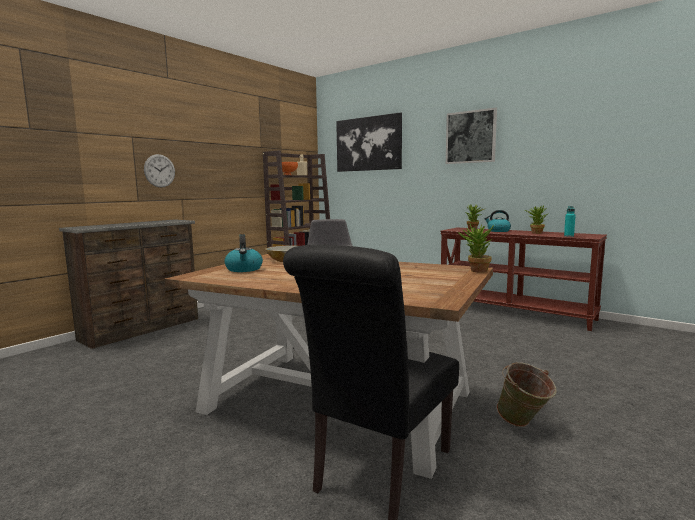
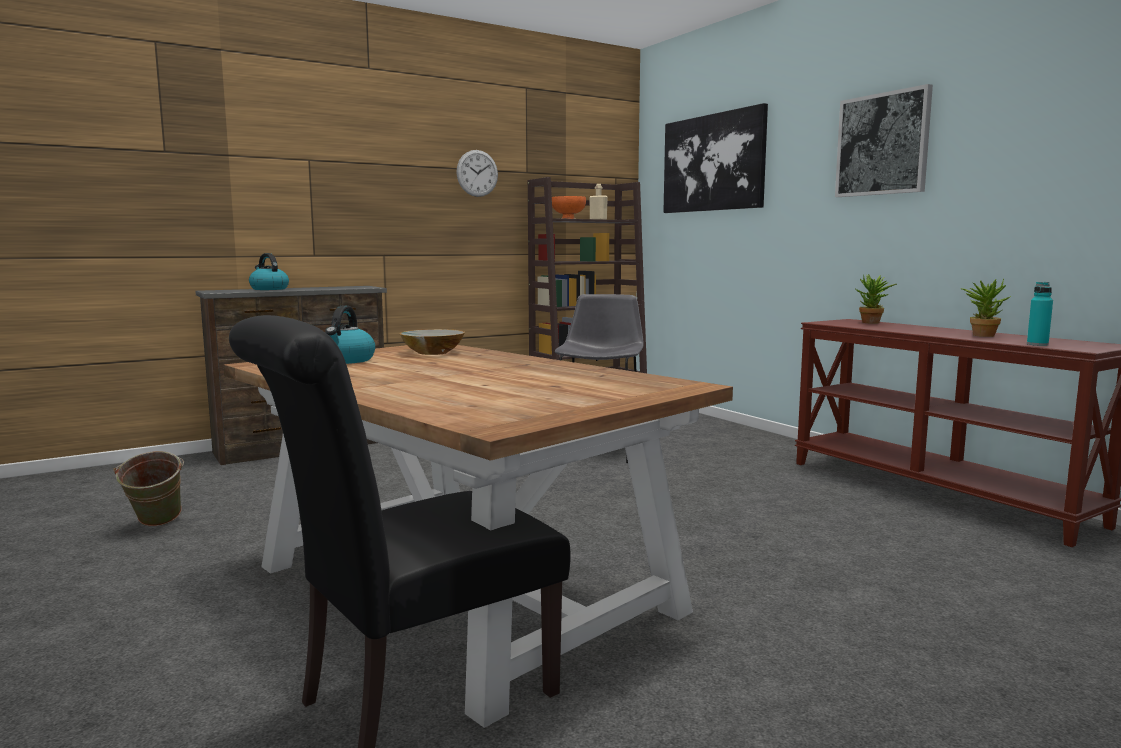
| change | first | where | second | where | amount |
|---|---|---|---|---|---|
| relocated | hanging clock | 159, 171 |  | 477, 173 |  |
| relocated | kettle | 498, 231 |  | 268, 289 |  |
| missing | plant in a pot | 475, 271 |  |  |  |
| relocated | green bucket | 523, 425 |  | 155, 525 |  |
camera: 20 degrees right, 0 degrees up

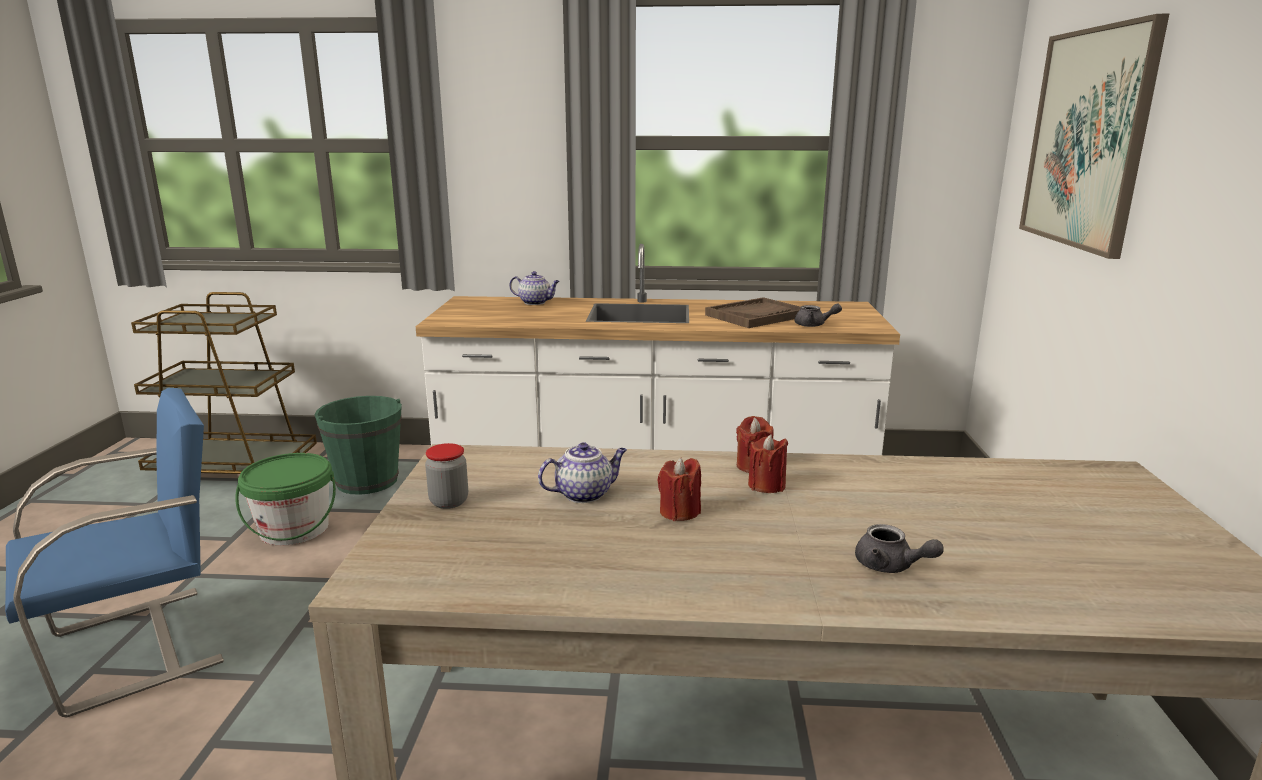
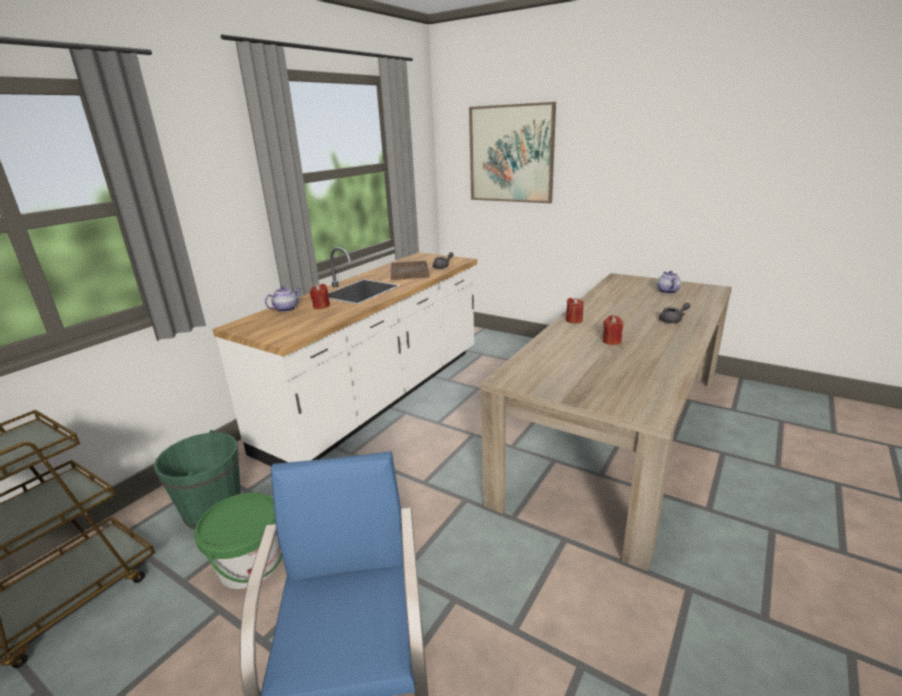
| change | first | where | second | where | amount |
|---|---|---|---|---|---|
| relocated | red candle | 766, 485 |  | 321, 306 |  |
| relocated | tea pot | 585, 494 |  | 667, 291 |  |
| missing | storage jar | 449, 502 |  |  |  |
camera: 60 degrees left, 5 degrees up

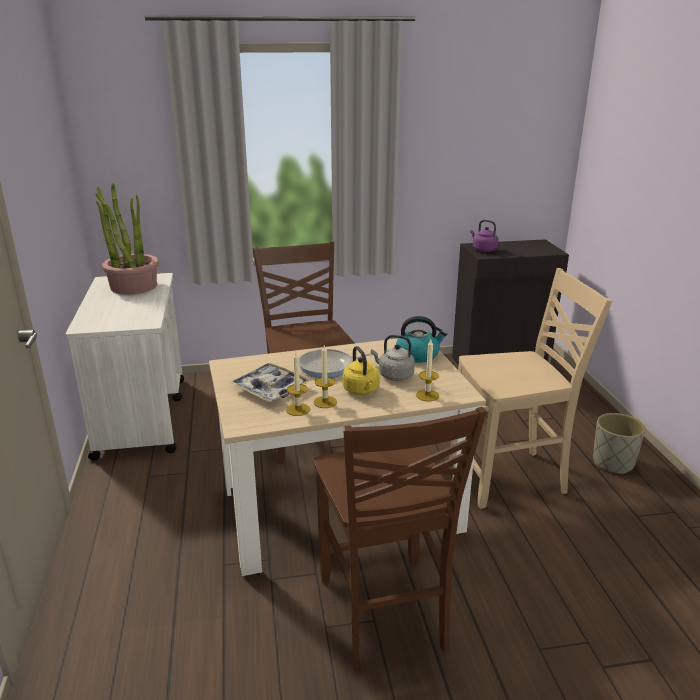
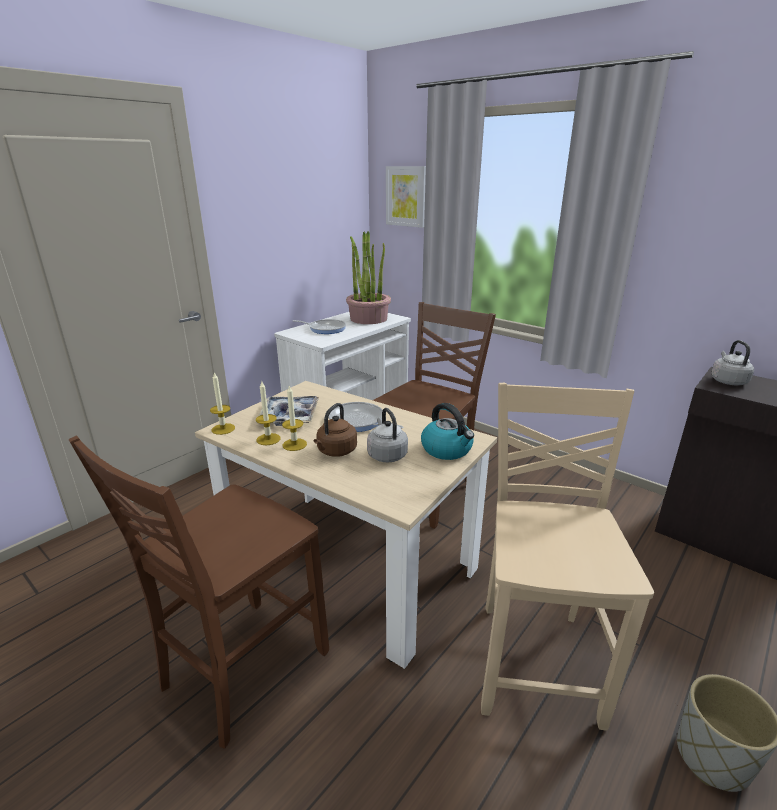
| change | first | where | second | where | amount |
|---|---|---|---|---|---|
| colour | purplish kettle | 483, 250 | gray kettle | 727, 381 |  |
| spun | beige-coloured chair | 510, 478 |  | 536, 659 | 120 degrees counterclockwise |
| relocated | candle | 427, 395 |  | 223, 429 |  |
| colour | yellow-coloured kettle | 361, 391 | brown kettle | 335, 451 |  |
| appeared |  |  | wall picture | 406, 196 |  |
| appeared |  |  | skillet | 325, 329 |  |
camera: 50 degrees right, 0 degrees up

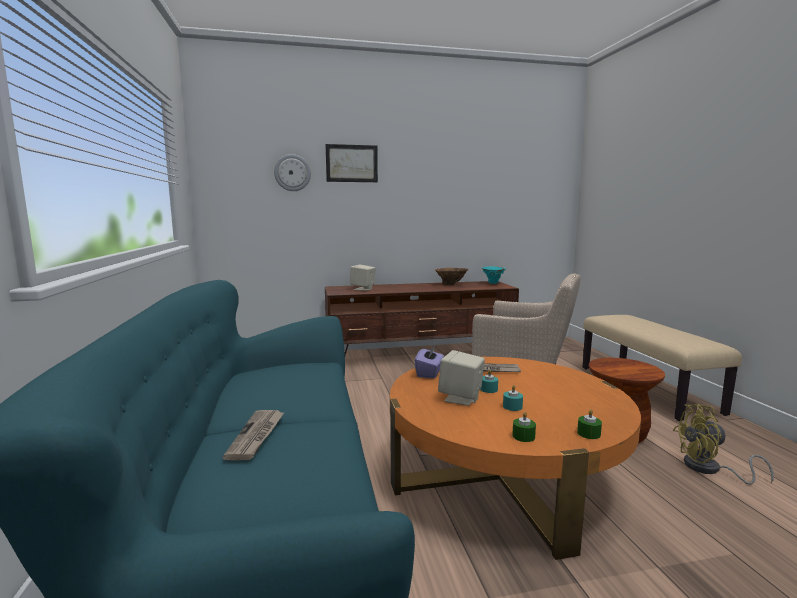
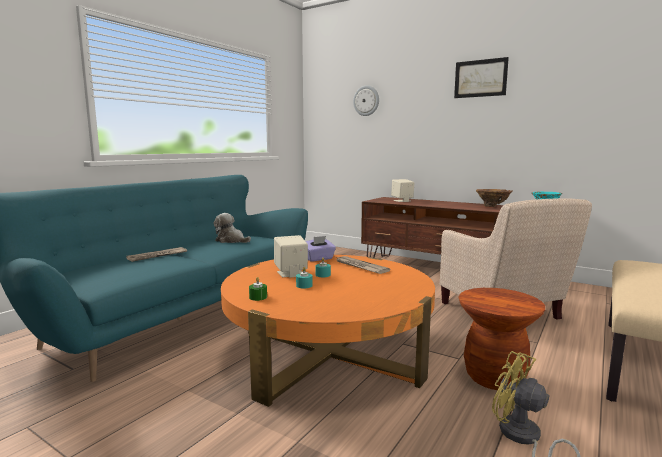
| change | first | where | second | where | amount |
|---|---|---|---|---|---|
| relocated | wall picture | 351, 163 |  | 480, 78 |  |
| missing | green candle | 588, 433 |  |  |  |
| appeared |  |  | soft toy | 231, 241 |  |
camera: 45 degrees right, 0 degrees up

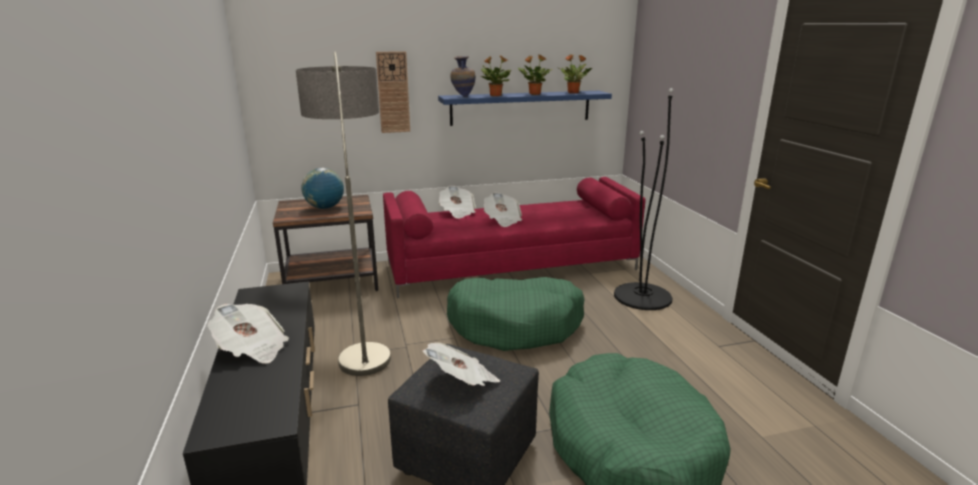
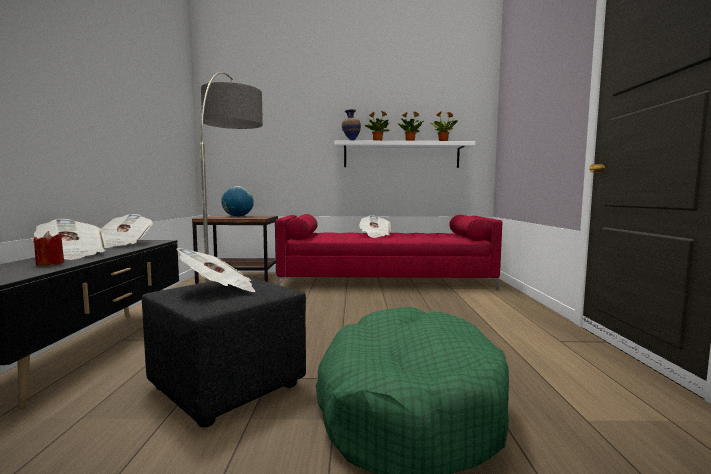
| change | first | where | second | where | amount |
|---|---|---|---|---|---|
| missing | hanging clock | 393, 92 |  |  |  |
| missing | black floor lamp | 642, 296 |  |  |  |
| colour | blue wall shelf | 521, 107 | white wall shelf | 401, 155 |  |
| relocated | daily paper | 457, 212 |  | 124, 244 |  |
| missing | green dog bed | 515, 325 |  |  |  |
| appeared |  |  | red candle | 50, 264 |  |
camera: 15 degrees right, 15 degrees down

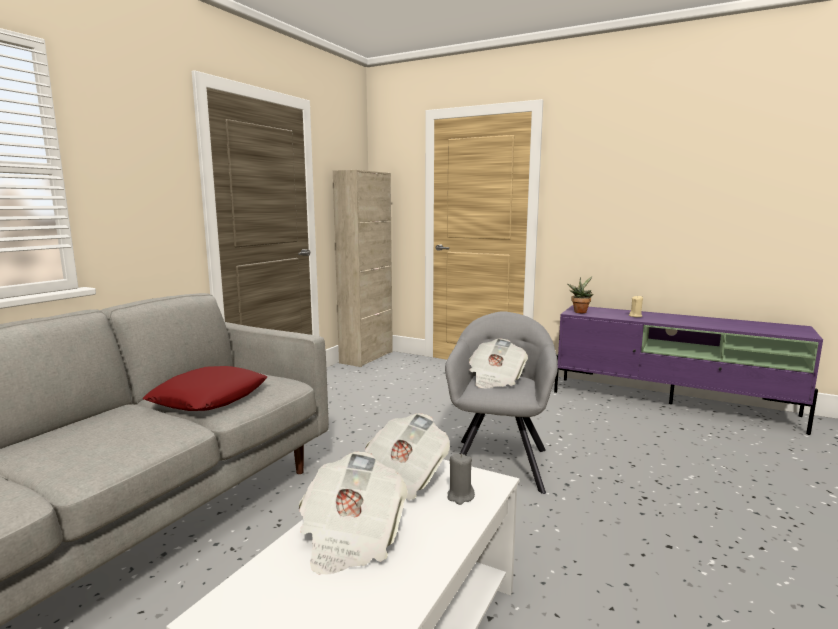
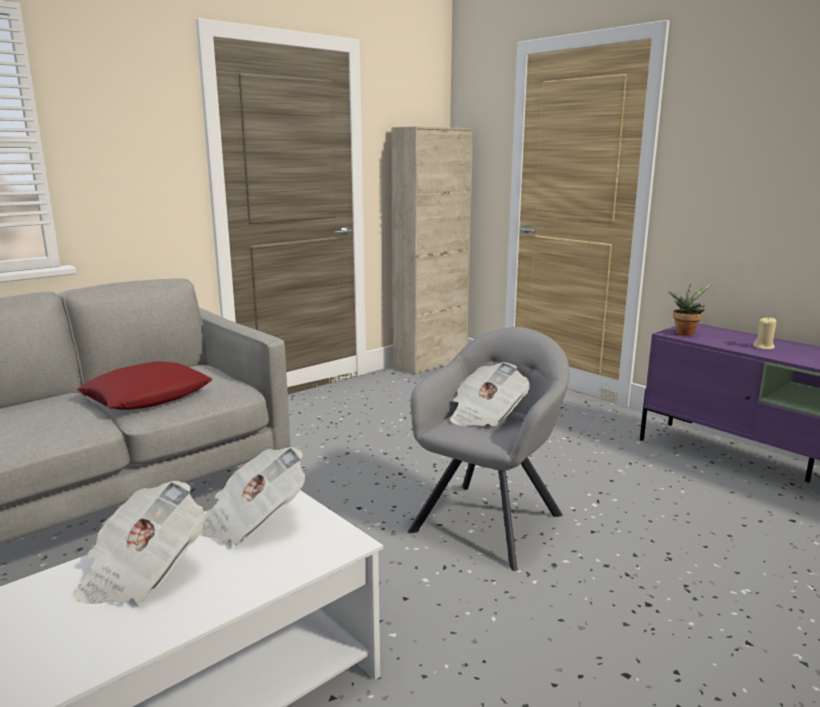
| change | first | where | second | where | amount |
|---|---|---|---|---|---|
| missing | gray candle | 460, 496 |  |  |  |
camera: 20 degrees right, 5 degrees up

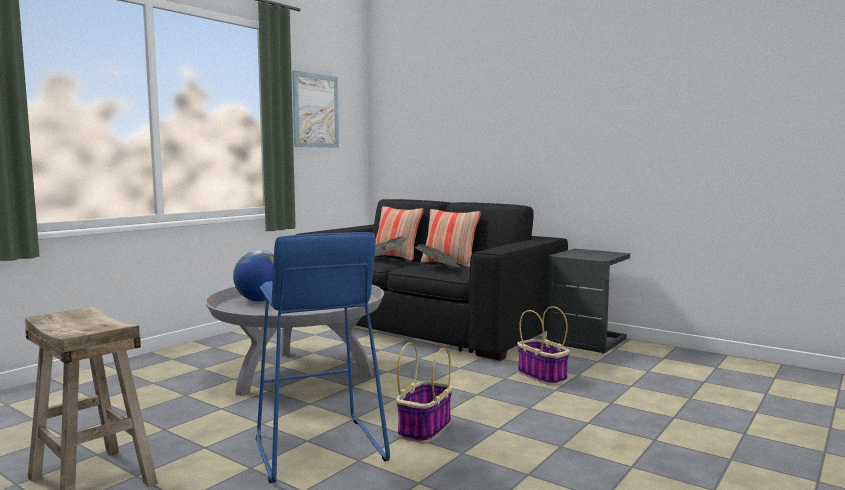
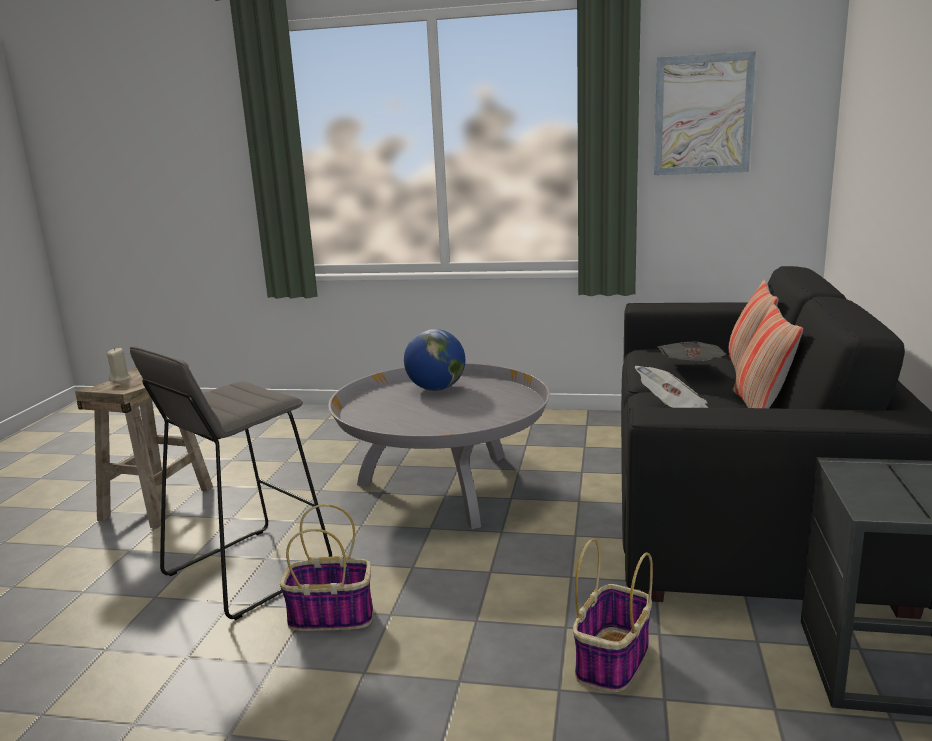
| change | first | where | second | where | amount |
|---|---|---|---|---|---|
| colour | blue stool | 318, 449 | gray stool | 247, 571 |  |
| appeared |  |  | beige-coloured candle | 120, 379 |  |
camera: 65 degrees right, 10 degrees up

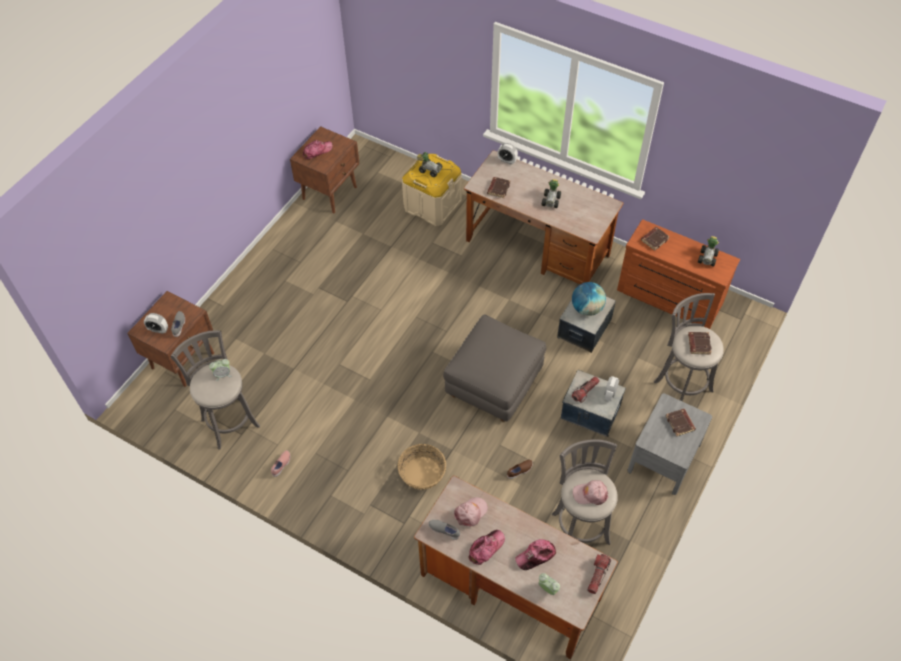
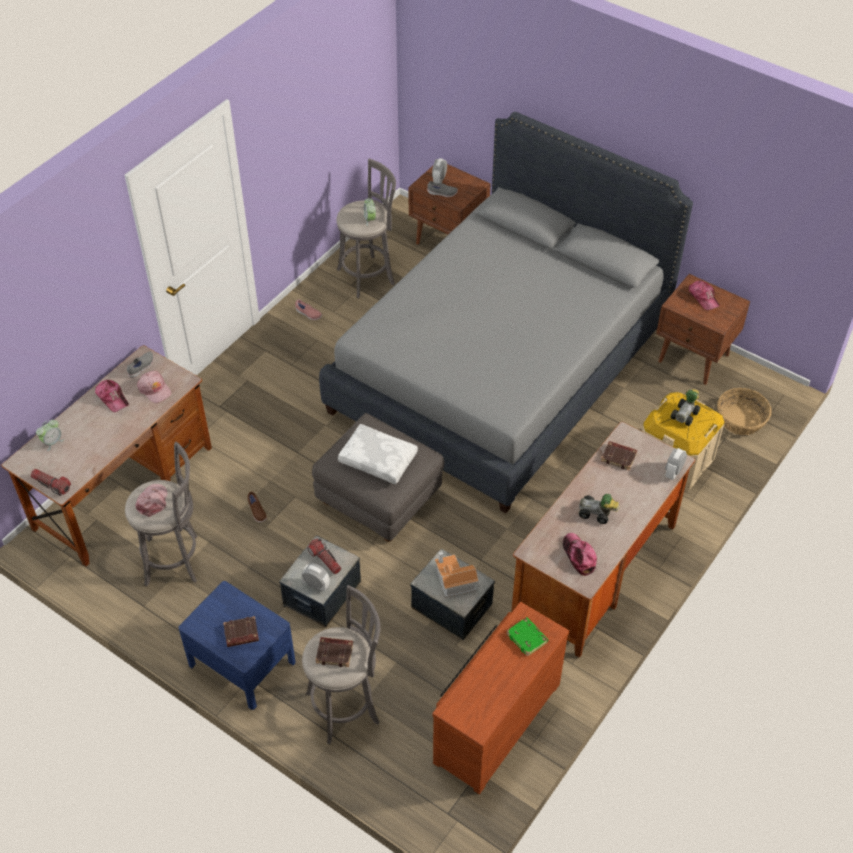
| change | first | where | second | where | amount |
|---|---|---|---|---|---|
| colour | brown book | 654, 239 | green book | 527, 638 |  |
| missing | model car | 708, 257 |  |  |  |
| exchanged | desk globe | 586, 308 | model house | 453, 580 |  |
| colour | gray bedside table | 664, 457 | blue bedside table | 242, 663 |  |
| relocated | household basket | 422, 473 |  | 740, 420 |  |
| relocated | peaked cap | 536, 556 |  | 579, 556 |  |
| appeared |  |  | gray bed | 501, 368 |  |
| appeared |  |  | white pillow | 379, 459 |  |
camera: 95 degrees right, 5 degrees down

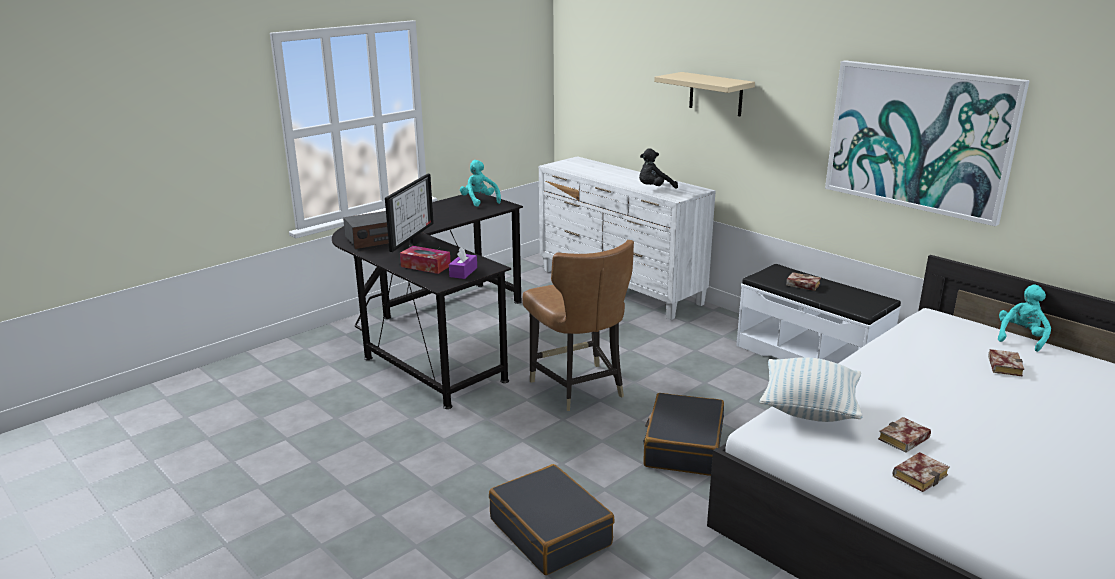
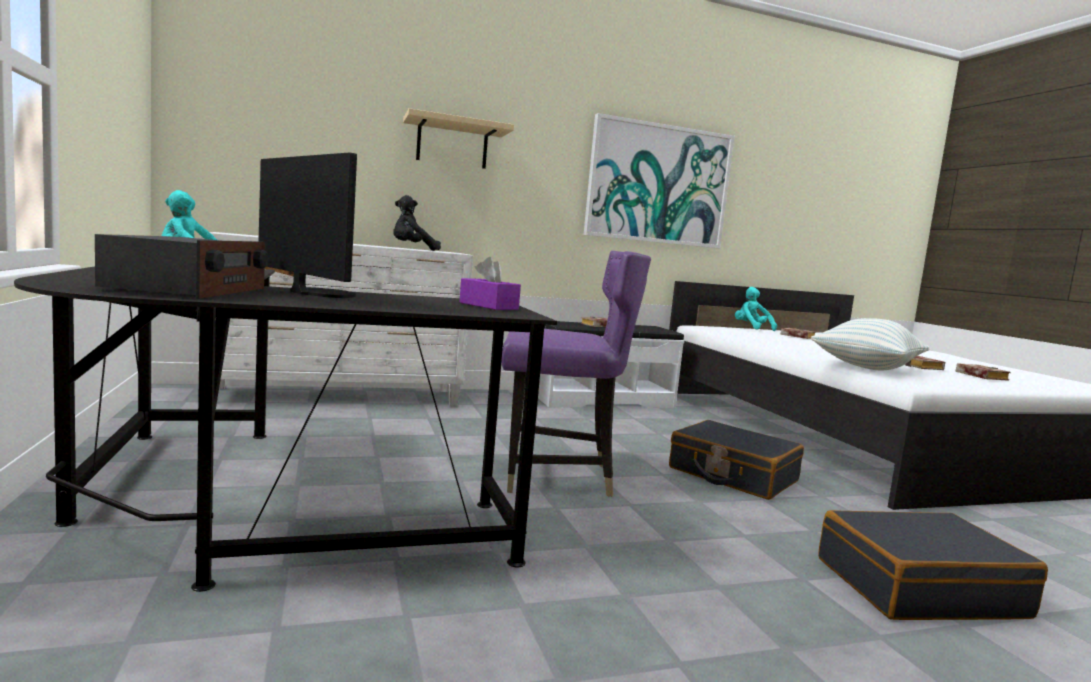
| change | first | where | second | where | amount |
|---|---|---|---|---|---|
| spun | black soft toy | 654, 189 |  | 413, 249 | 75 degrees clockwise |
| colour | brown chair | 578, 387 | purplish chair | 557, 476 |  |
| missing | tissue box | 425, 266 |  |  |  |
camera: 65 degrees left, 15 degrees down

